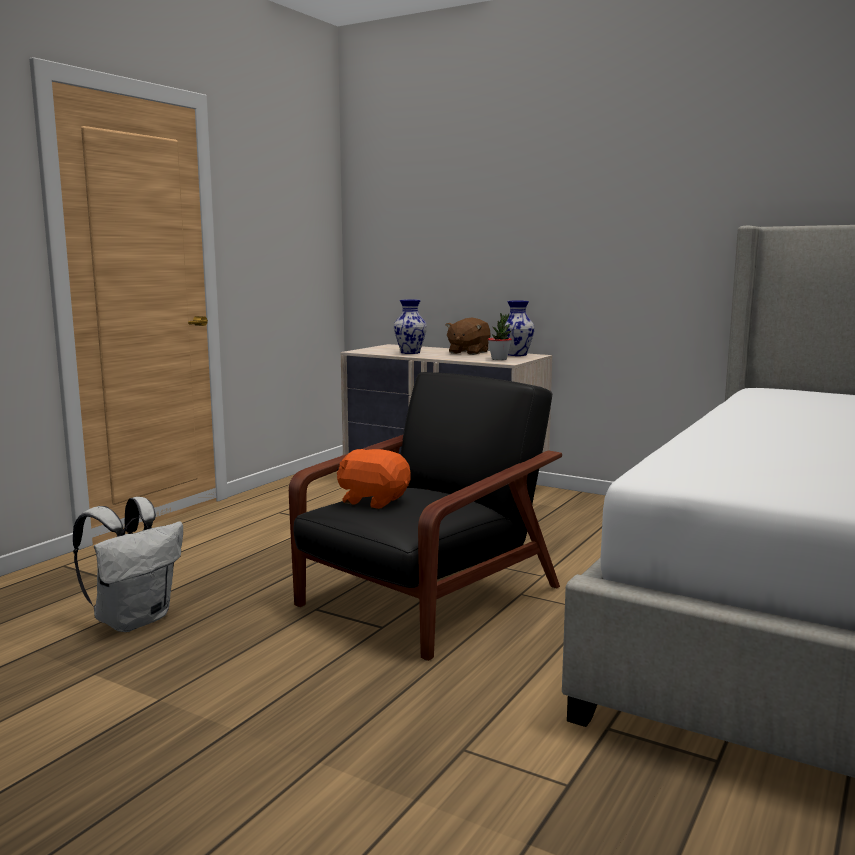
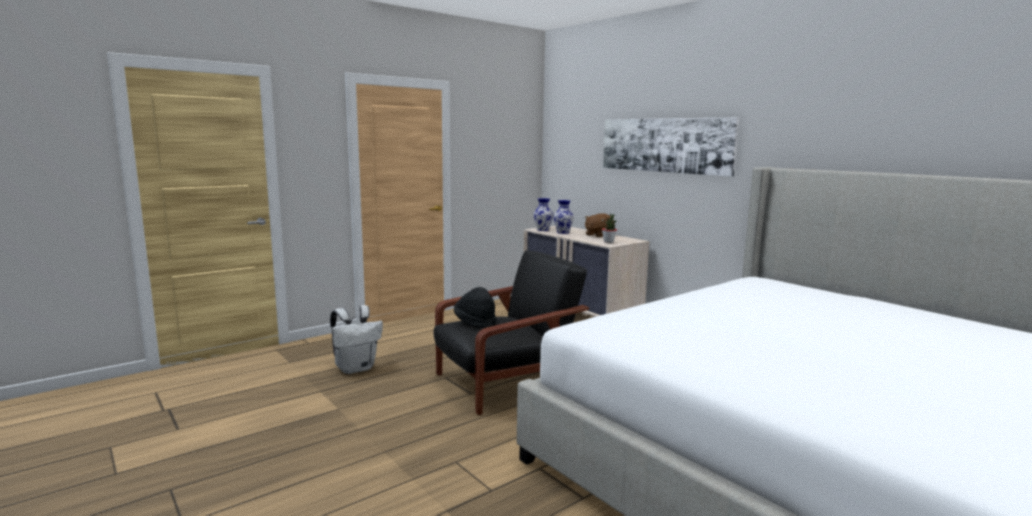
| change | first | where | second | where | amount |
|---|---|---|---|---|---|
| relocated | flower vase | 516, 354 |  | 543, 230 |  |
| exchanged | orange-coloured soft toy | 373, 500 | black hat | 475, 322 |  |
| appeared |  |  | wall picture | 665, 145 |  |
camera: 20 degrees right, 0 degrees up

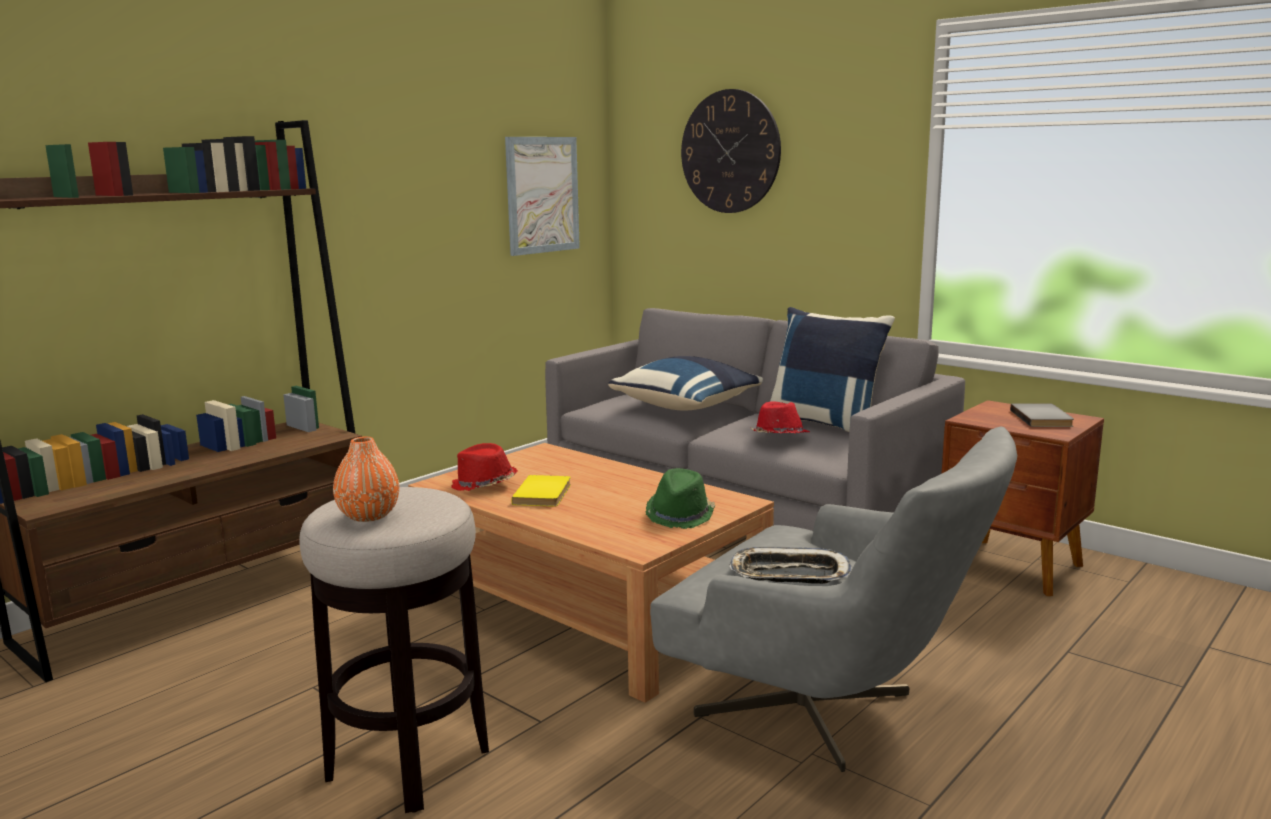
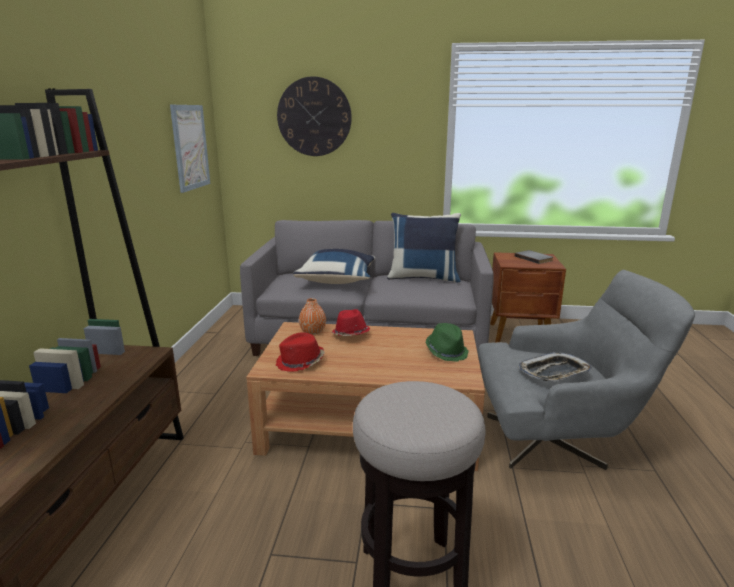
| change | first | where | second | where | amount |
|---|---|---|---|---|---|
| relocated | red hat | 779, 437 |  | 350, 334 |  |
| relocated | orange-coloured flower vase | 369, 515 |  | 313, 331 |  |
| missing | yellow-coloured book | 545, 494 |  |  |  |
camera: 35 degrees left, 5 degrees up

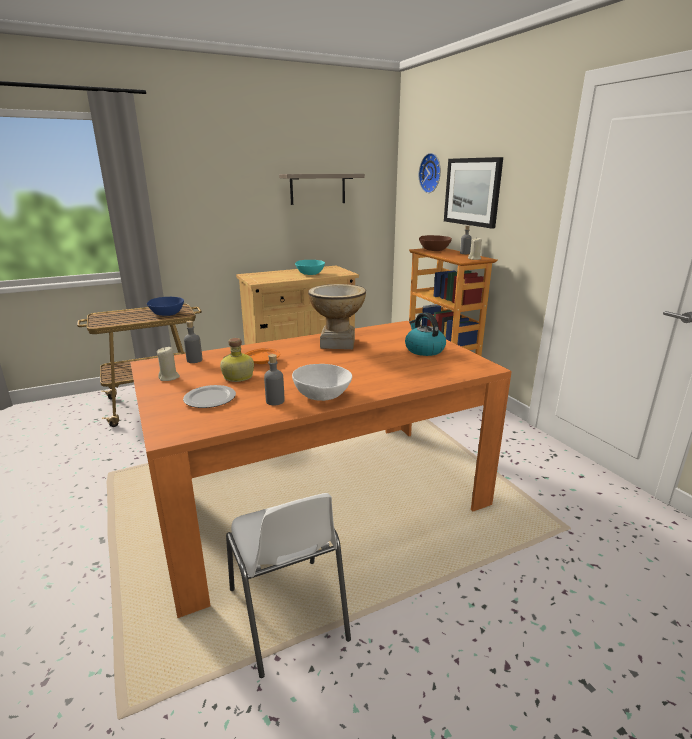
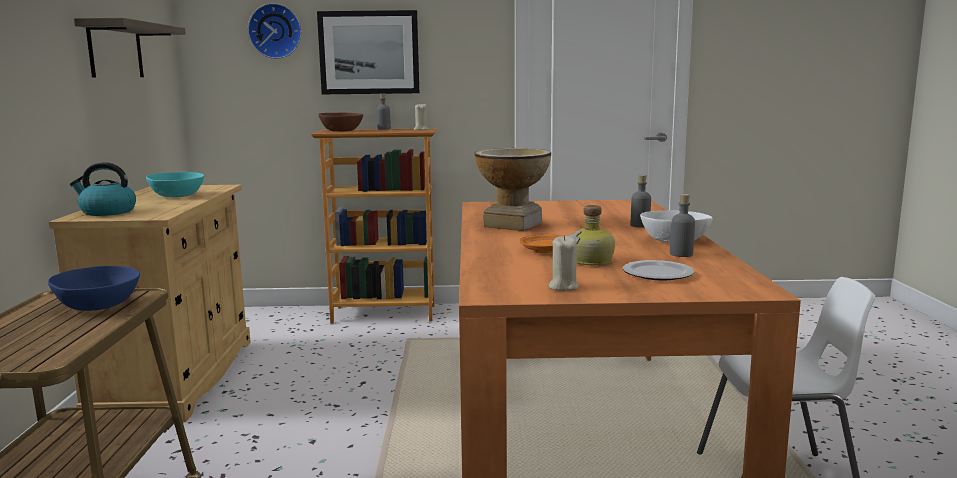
| change | first | where | second | where | amount |
|---|---|---|---|---|---|
| relocated | kettle | 424, 350 |  | 107, 212 |  |
| relocated | gray bottle | 194, 360 |  | 640, 225 |  |
camera: 65 degrees left, 10 degrees down

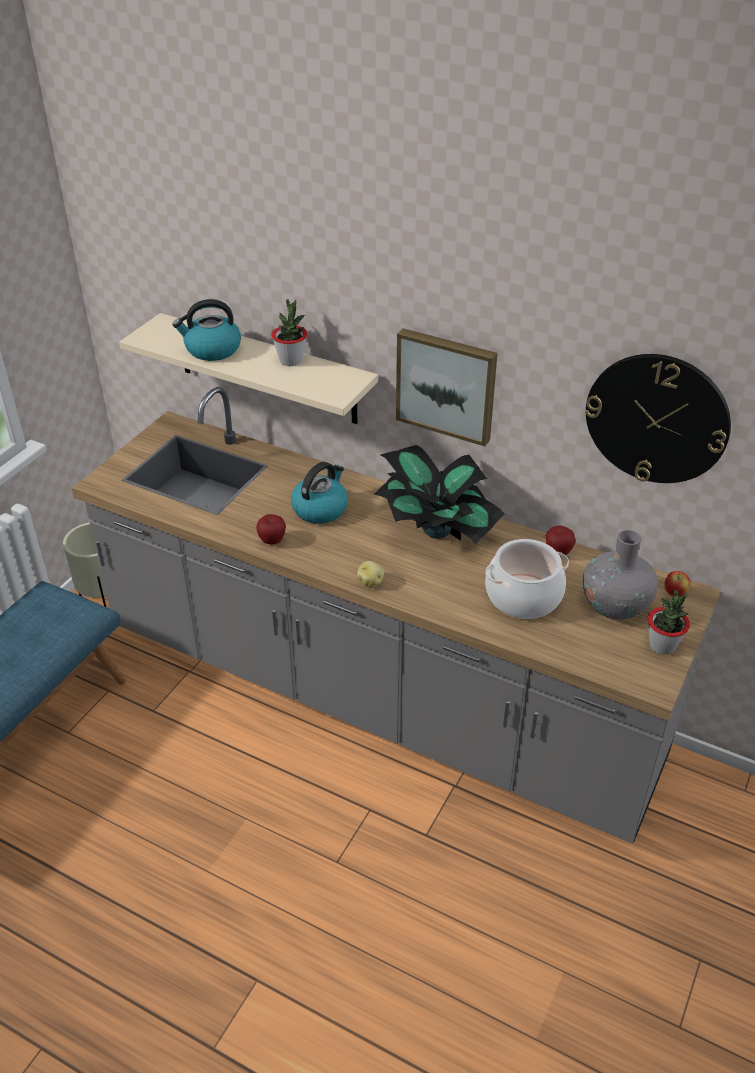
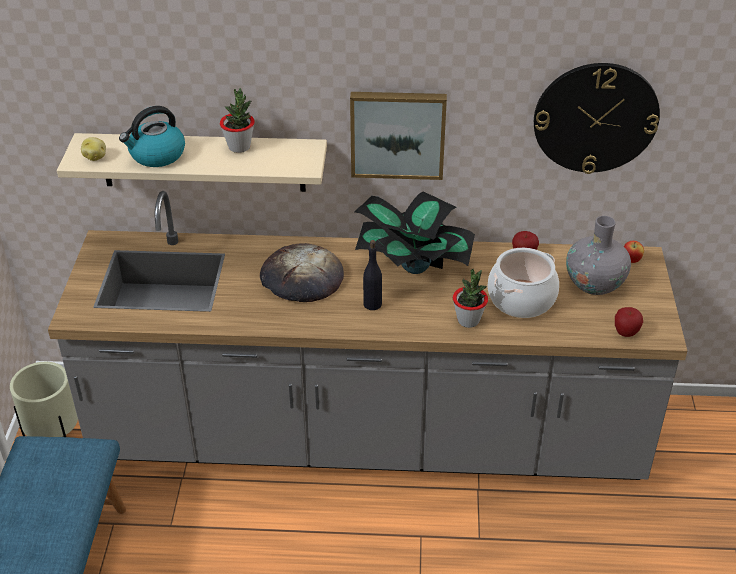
| change | first | where | second | where | amount |
|---|---|---|---|---|---|
| exchanged | kettle | 320, 509 | bakery bread | 301, 278 |  |
| relocated | apple | 272, 541 |  | 625, 333 |  |
| relocated | whole potato | 371, 582 |  | 95, 157 |  |
| relocated | plant in a pot | 662, 646 |  | 468, 320 |  |
| appeared |  |  | black bottle | 372, 304 |  |
camera: 25 degrees left, 0 degrees up

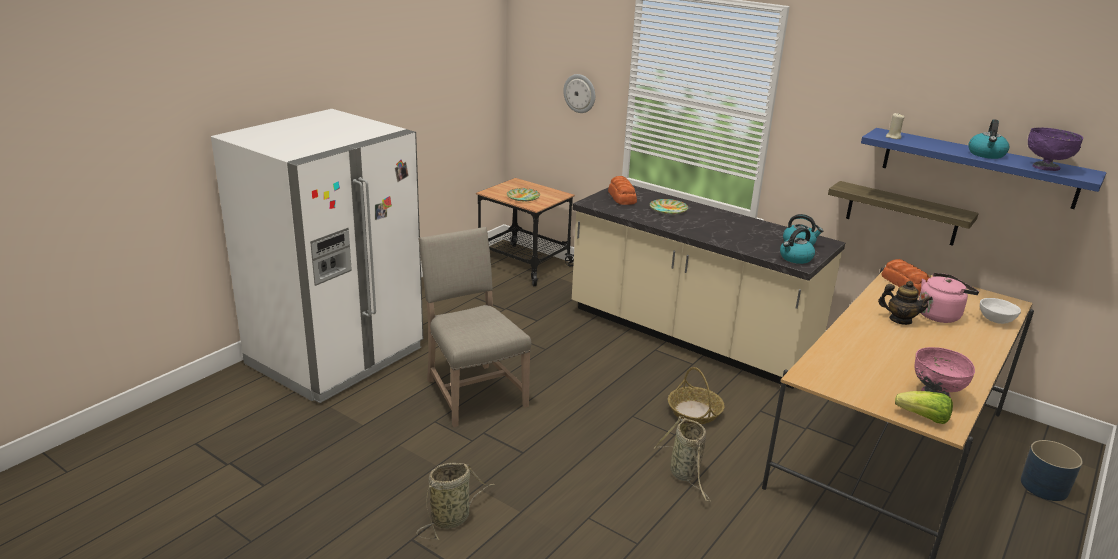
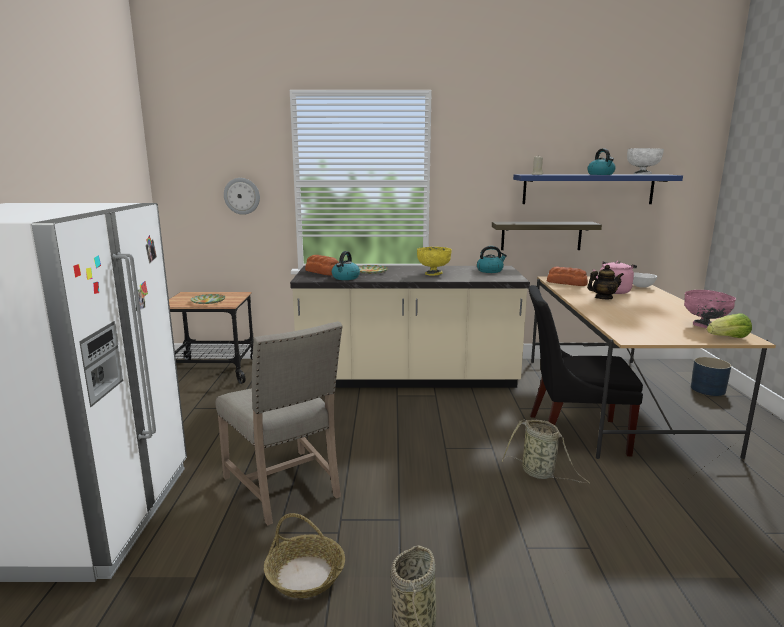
| change | first | where | second | where | amount |
|---|---|---|---|---|---|
| colour | purplish serving bowl | 1046, 168 | white serving bowl | 642, 174 |  |
| spun | beige-coloured chair | 472, 392 |  | 285, 487 | 150 degrees counterclockwise |
| relocated | kettle | 795, 258 |  | 345, 278 |  |
| relocated | household basket | 695, 412 |  | 306, 575 |  |
| appeared |  |  | yellow-coloured serving bowl | 433, 274 |  |
| appeared |  |  | black chair | 571, 434 |  |
camera: 35 degrees left, 10 degrees down

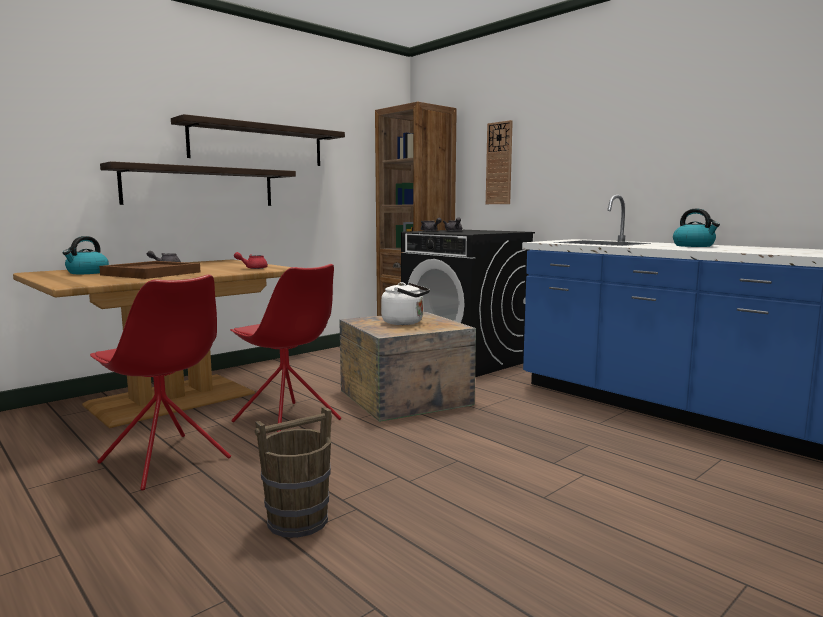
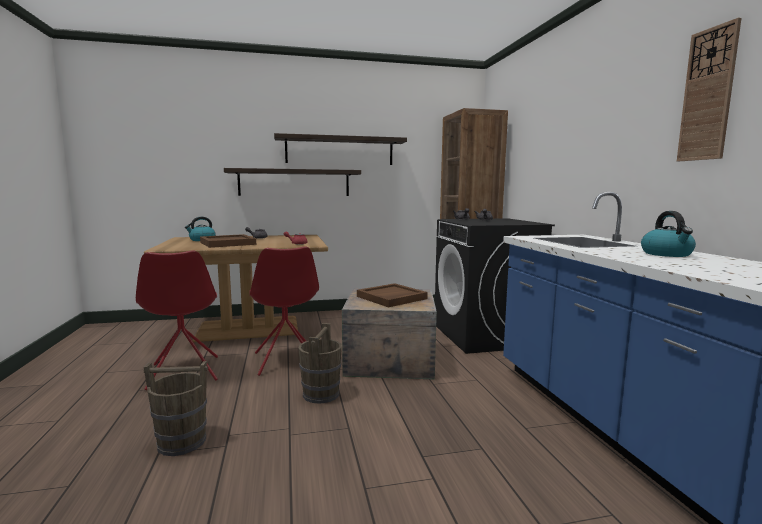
| change | first | where | second | where | amount |
|---|---|---|---|---|---|
| relocated | hanging clock | 499, 163 |  | 708, 95 |  |
| exchanged | white kettle | 405, 322 | brown carrying tray | 391, 298 |  |
| appeared |  |  | brown bucket | 321, 394 |  |
camera: 30 degrees right, 0 degrees up

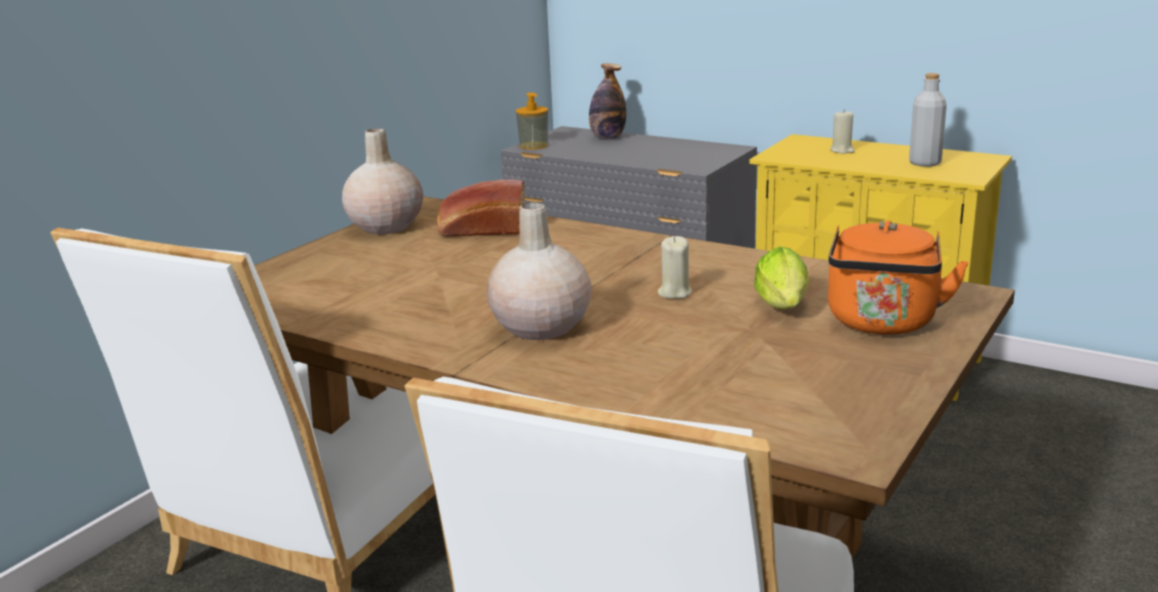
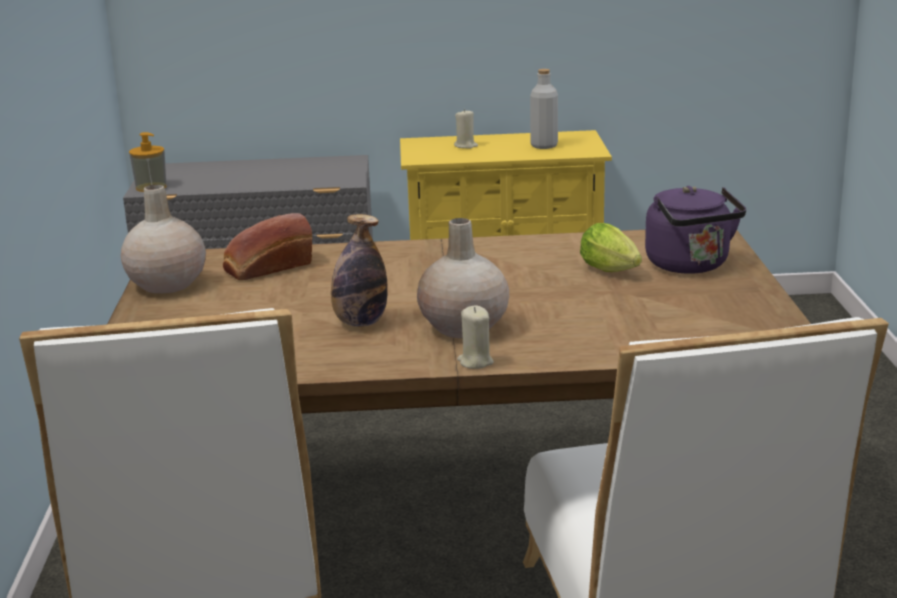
| change | first | where | second | where | amount |
|---|---|---|---|---|---|
| relocated | bottle | 607, 137 |  | 360, 323 |  |
| colour | orange-coloured kettle | 882, 324 | purplish kettle | 690, 266 |  |
| relocated | beige-coloured candle | 674, 293 |  | 475, 362 |  |
camera: 35 degrees left, 0 degrees up

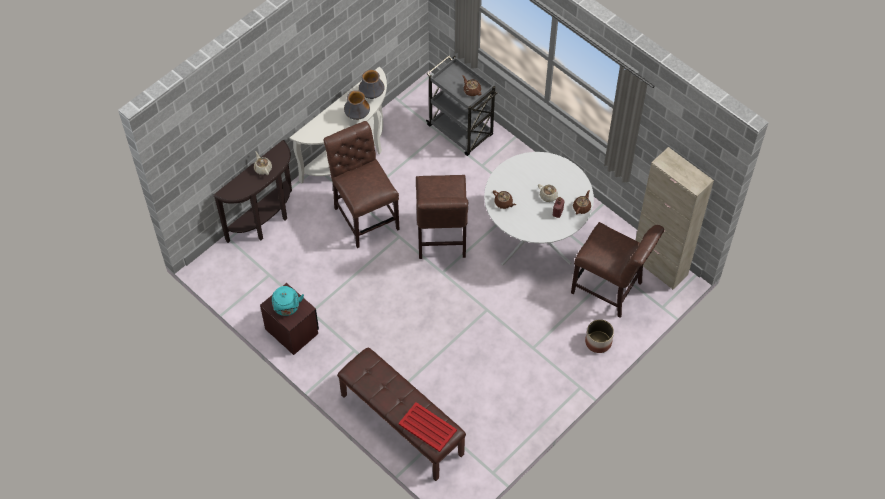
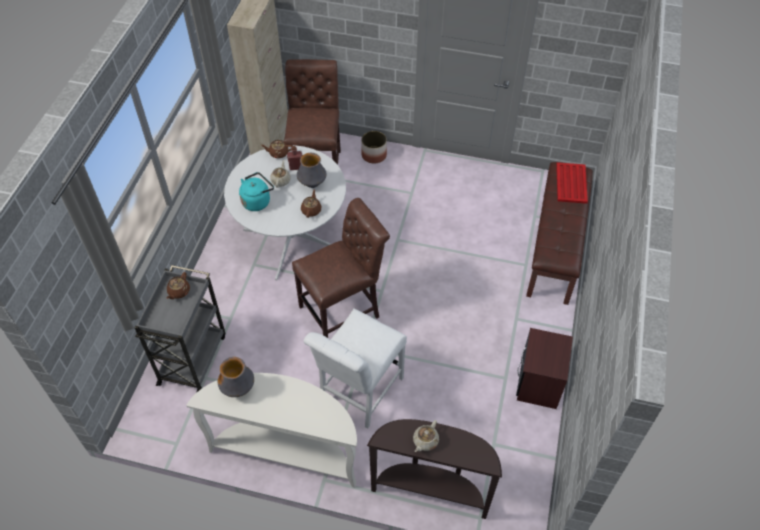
| change | first | where | second | where | amount |
|---|---|---|---|---|---|
| relocated | flower vase | 357, 116 |  | 312, 184 |  |
| colour | brown chair | 365, 215 | white chair | 358, 392 |  |
| relocated | turquoise kettle | 287, 308 |  | 257, 201 |  |
camera: 120 degrees left, 5 degrees down

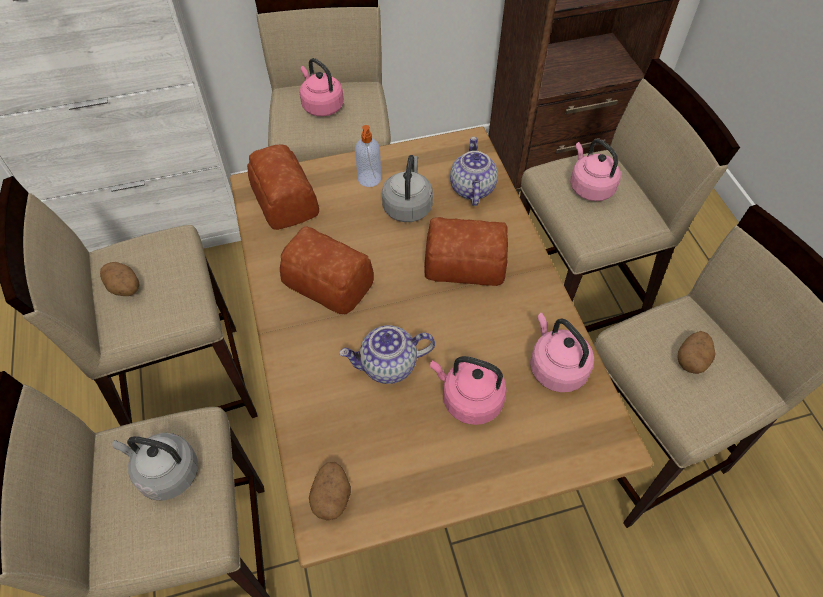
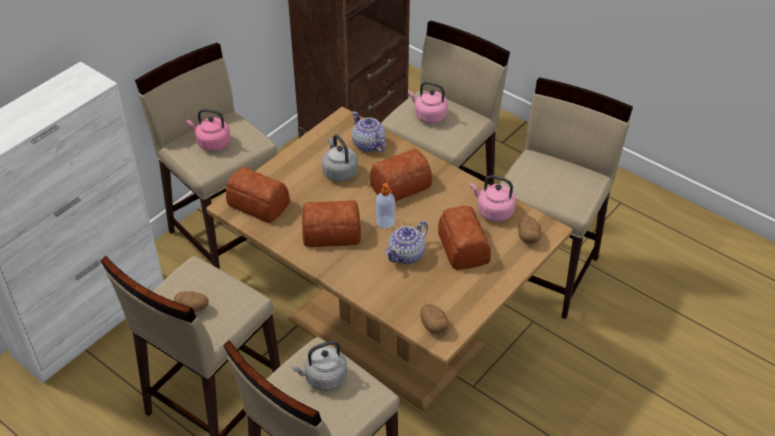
| change | first | where | second | where | amount |
|---|---|---|---|---|---|
| relocated | liquid soap bottle | 369, 179 |  | 385, 222 |  |
| relocated | whole potato | 691, 360 |  | 528, 237 |  |
| exchanged | pink-coloured kettle | 468, 399 | bakery bread | 462, 248 |  |
camera: 35 degrees left, 10 degrees down

